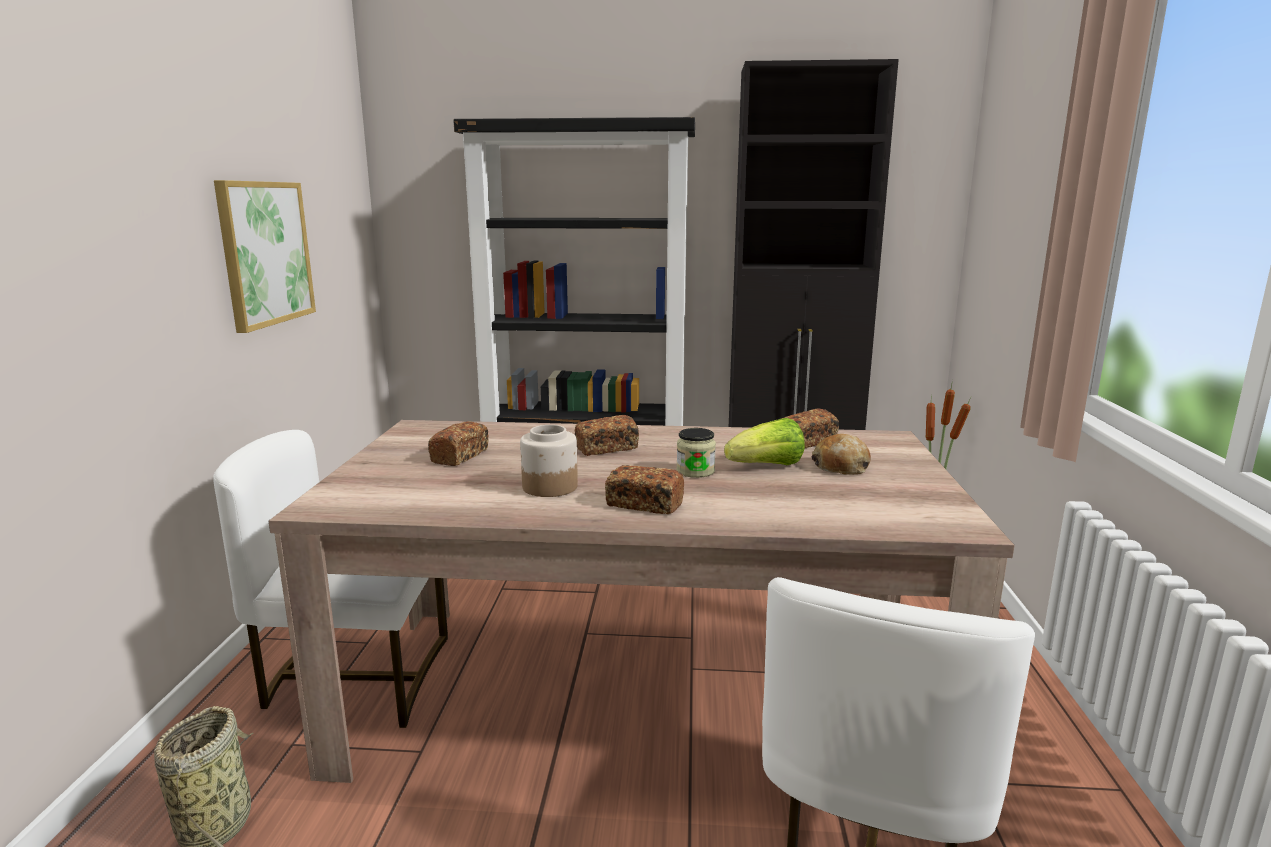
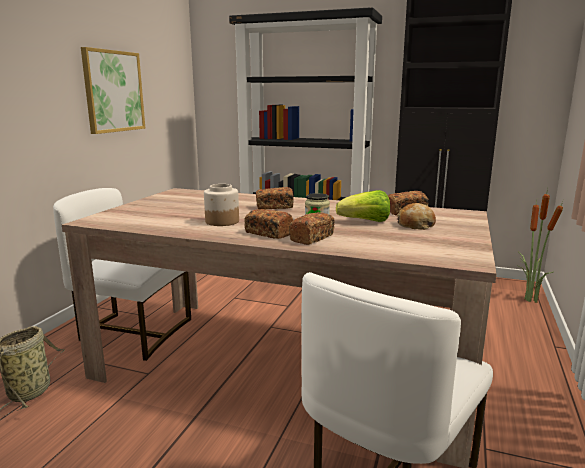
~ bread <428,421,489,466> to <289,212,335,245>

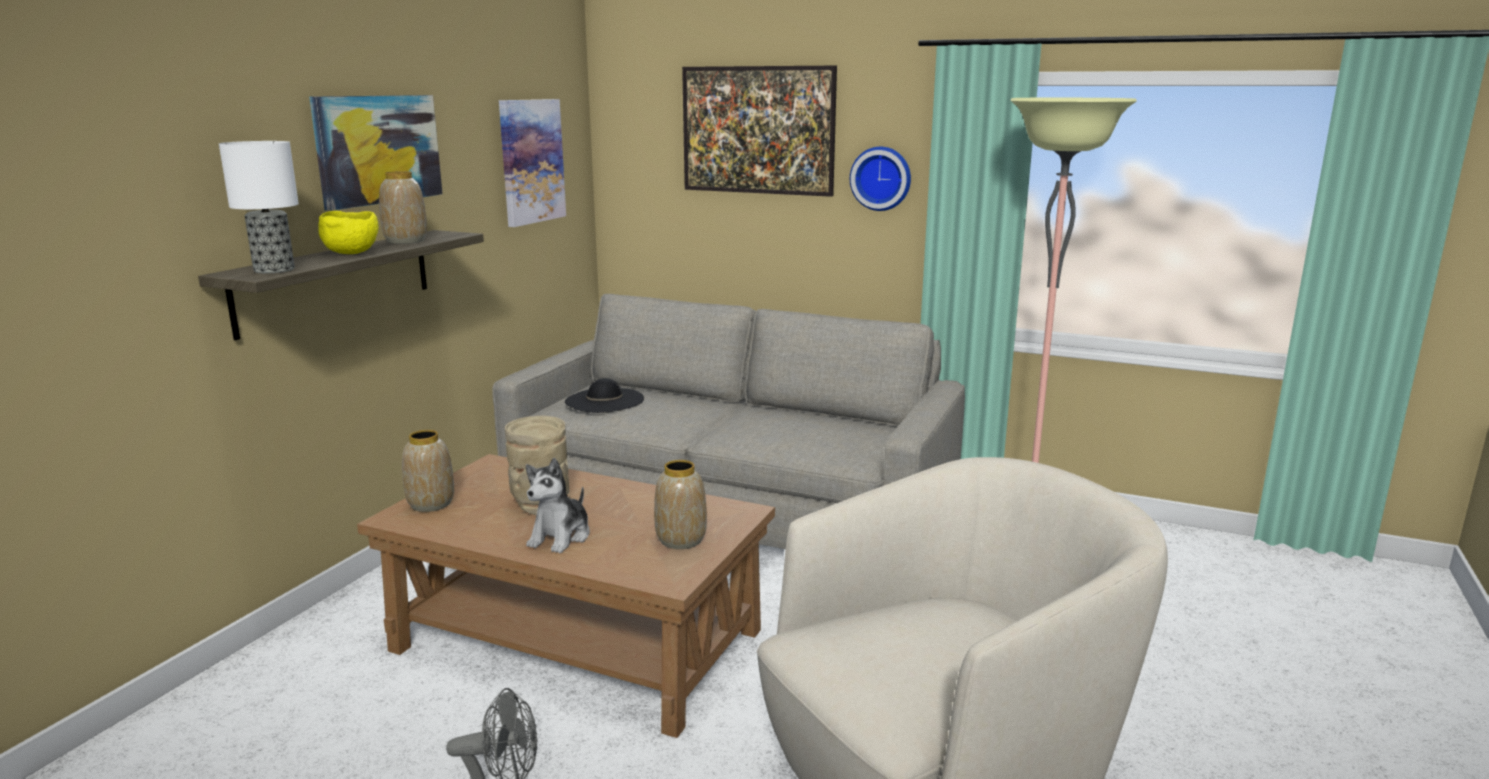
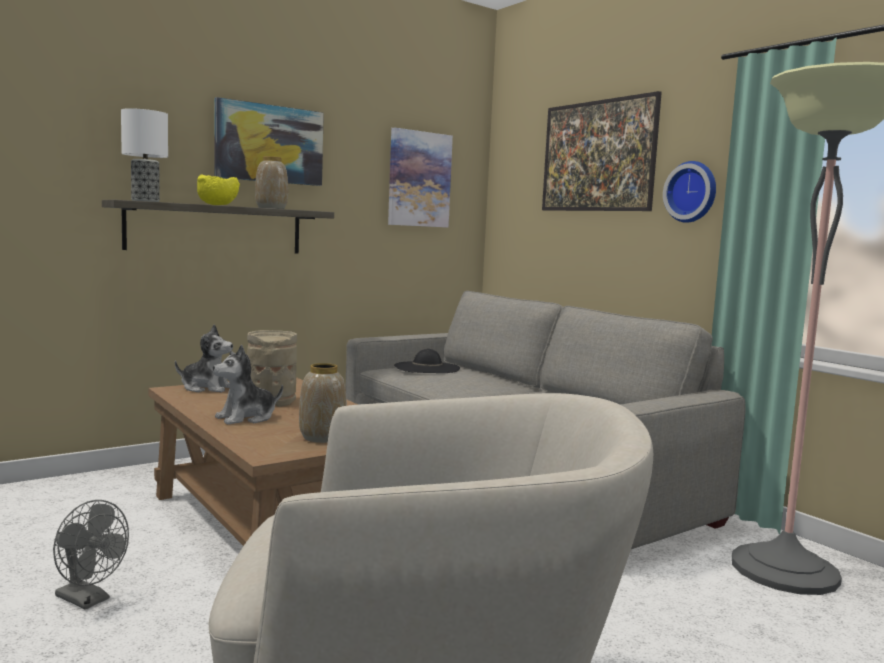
~ vase <402,430,454,512> to plush toy <175,324,233,393>

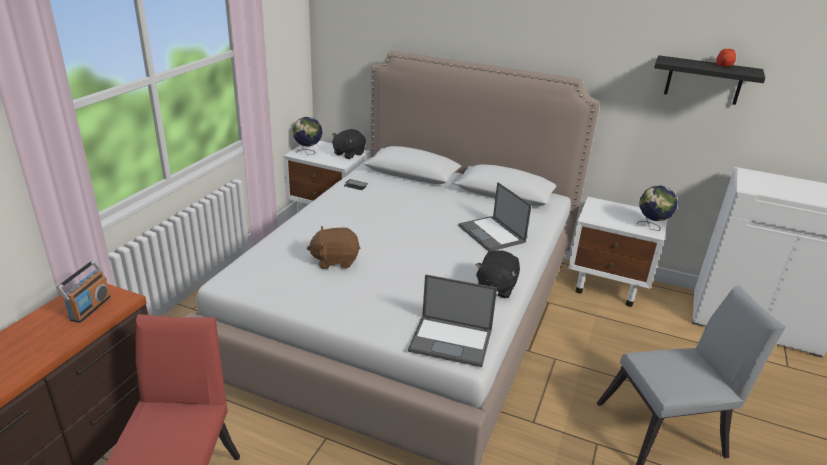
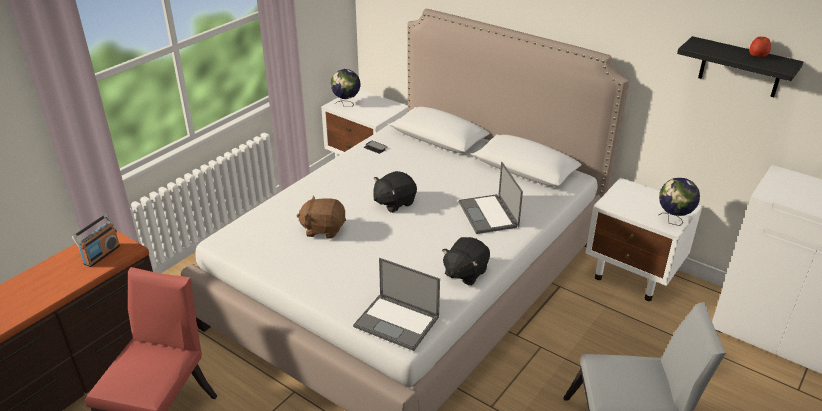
~ black plush toy <332,129,366,159> to <373,171,417,213>

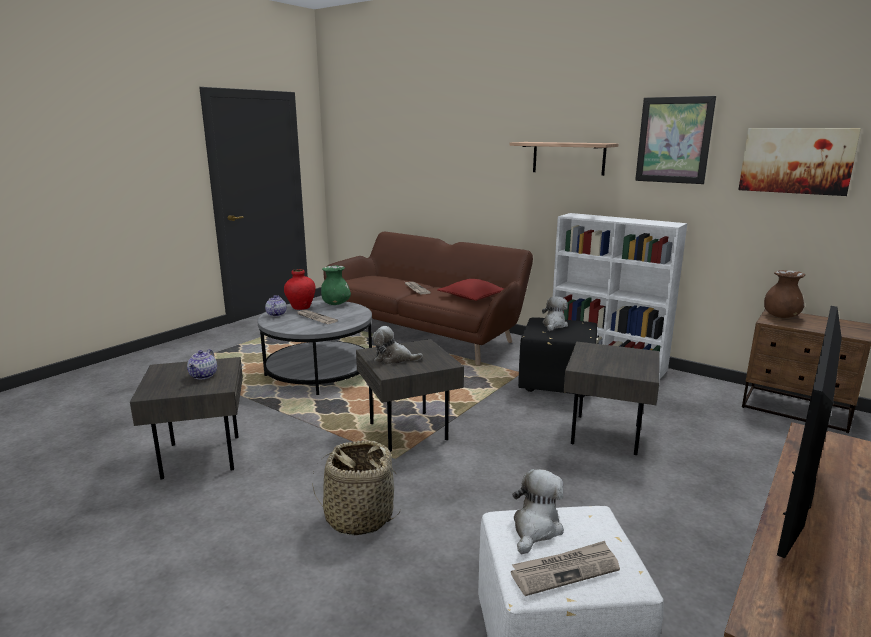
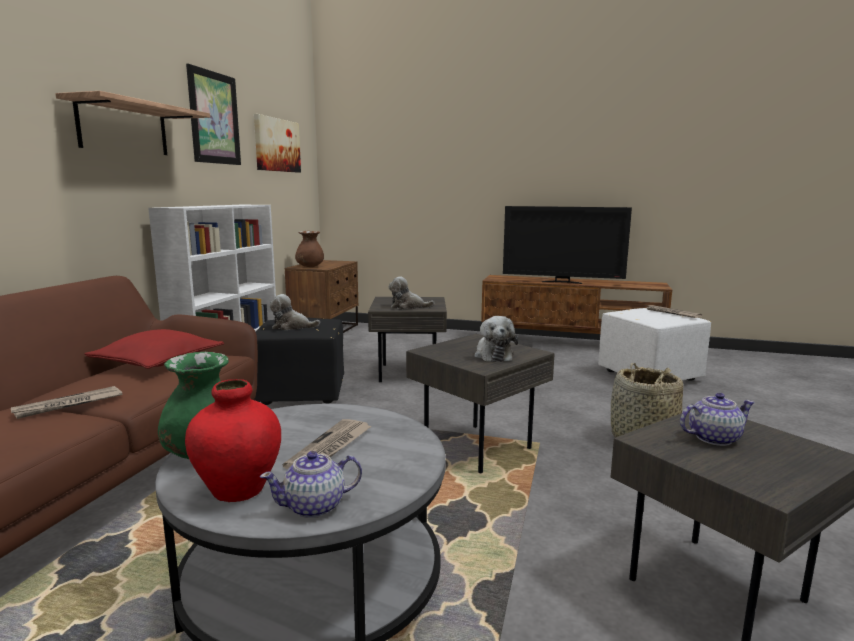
~ plush toy <512,469,564,554> to <389,277,434,309>

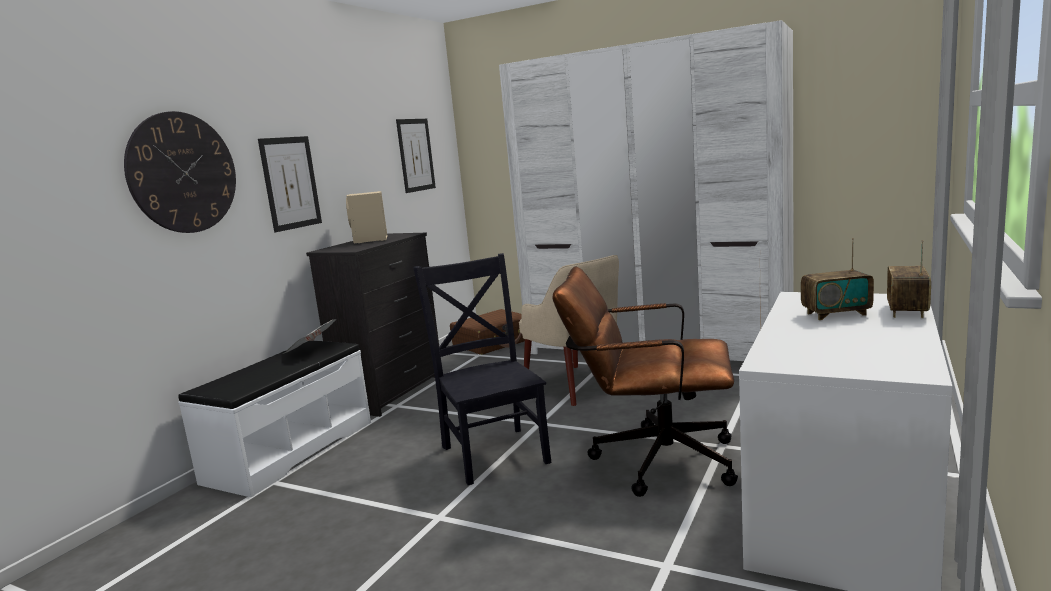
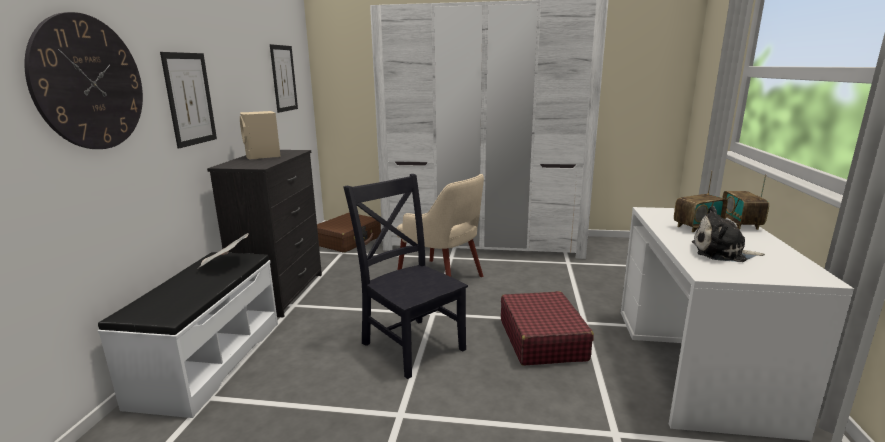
+ plush toy <692,206,765,262>
~ brown office chair <553,266,738,497> to red suitcase <501,291,594,366>

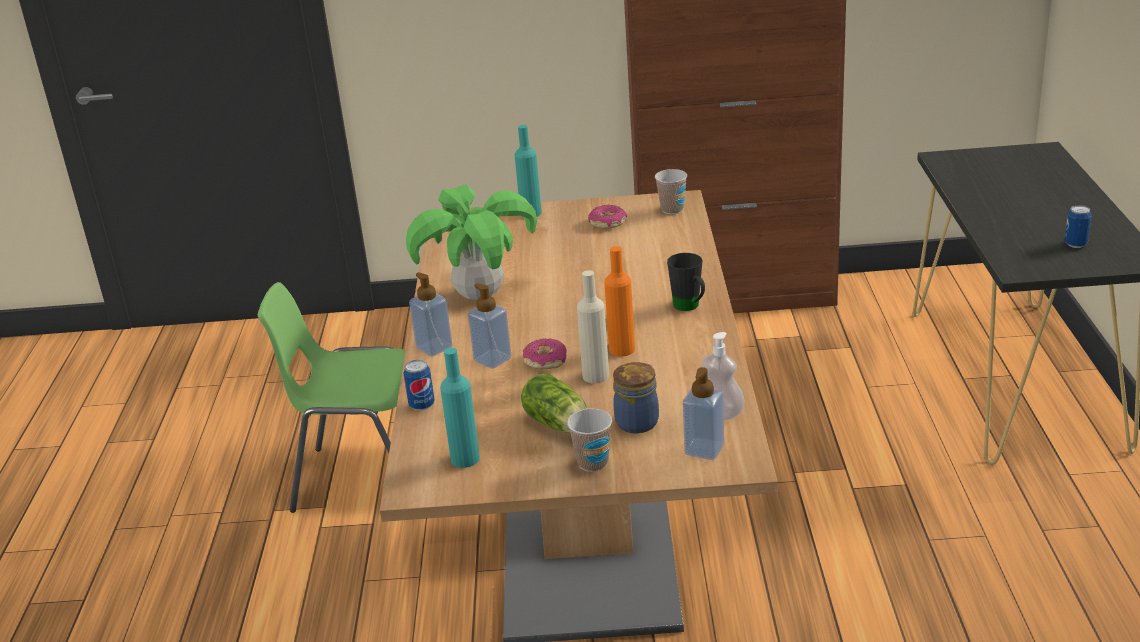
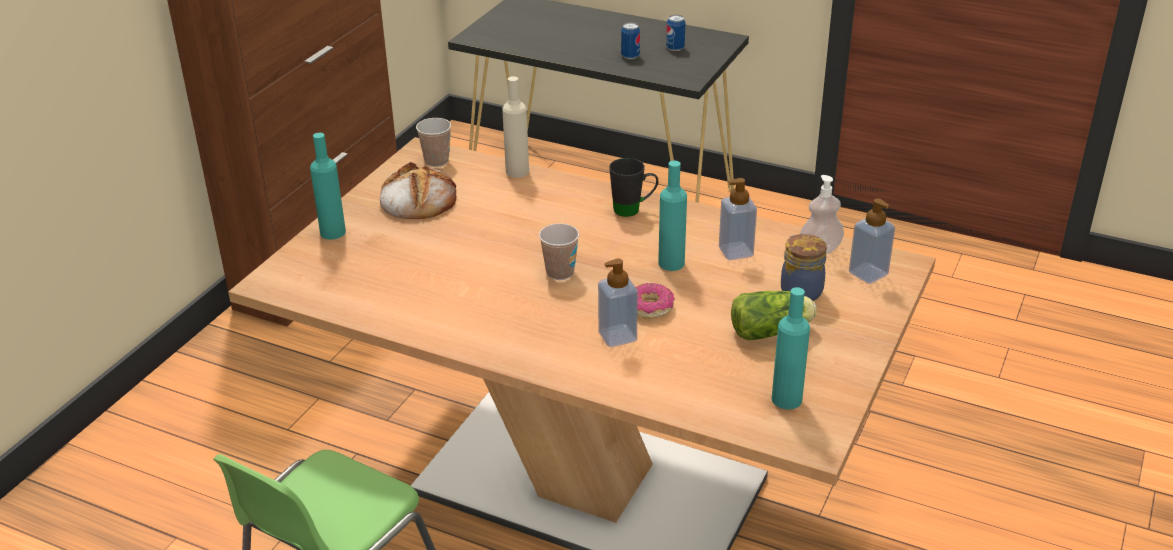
- potted plant <406,184,537,300>
~ can <403,360,435,411> to <621,22,640,59>
~ soap dispenser <409,272,453,356> to <719,178,757,260>
~ cup <567,408,612,472> to <539,223,579,280>
~ beige bottle <577,270,609,383> to <502,76,529,178>
~ donut <588,205,627,229> to bread <380,162,456,219>
~ orange bottle <604,246,635,357> to turquoise bottle <658,161,687,271>

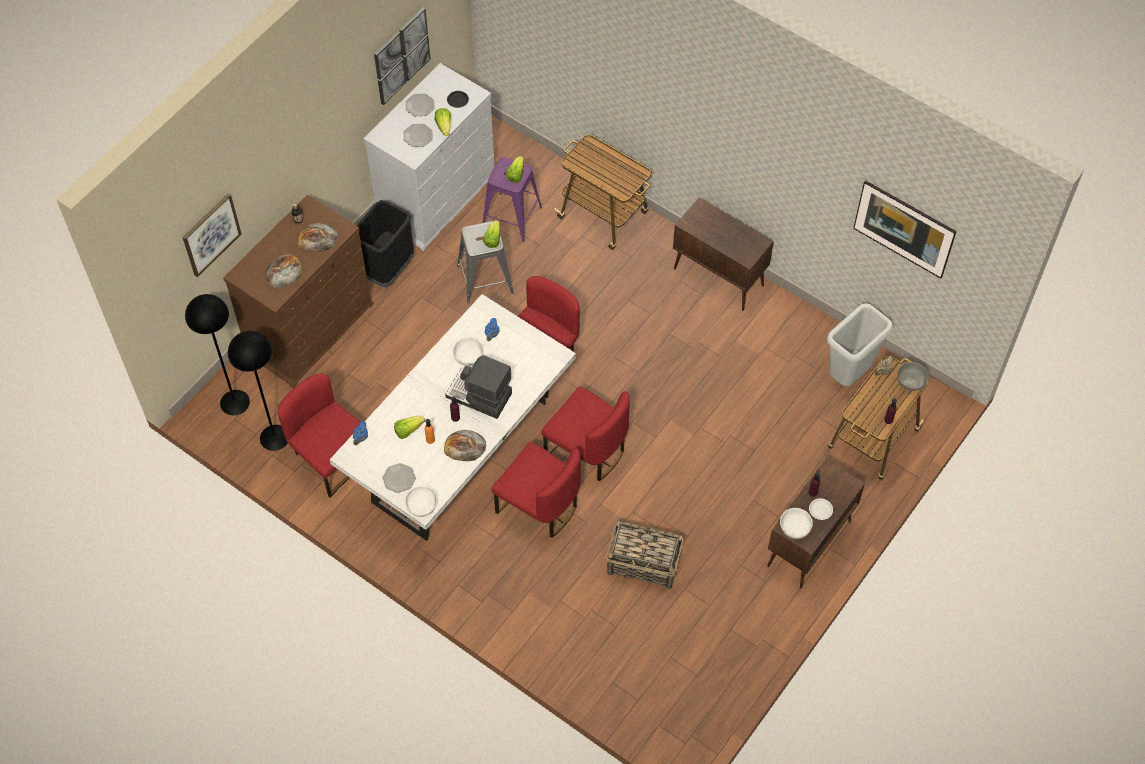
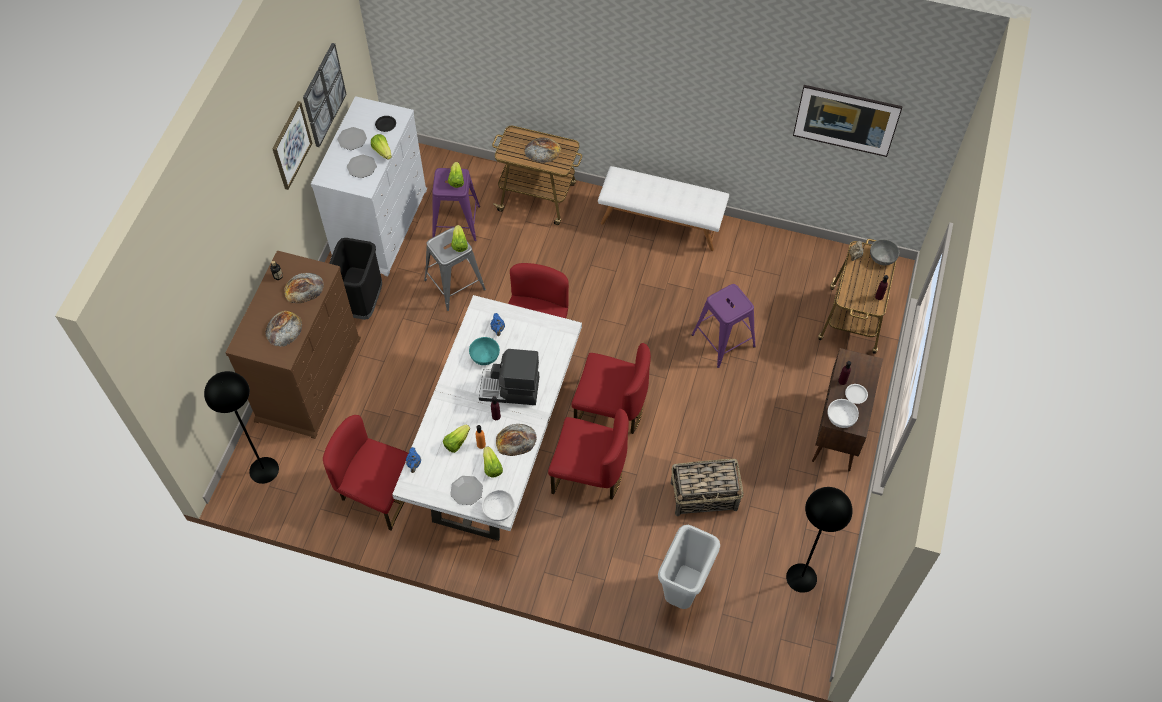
+ lettuce <483,446,503,478>
+ bread <524,137,561,163>
+ purple stool <692,284,756,368>
~ picture <183,193,241,277> to <272,101,312,190>
~ black floor lamp <228,331,288,451> to <786,487,853,593>
~ grey trash can <827,303,893,386> to <658,525,720,609>
~ brown cabinet <673,198,774,311> to white bench <598,166,729,251>
~ white bowl <453,337,484,366> to turquoise bowl <469,337,500,365>

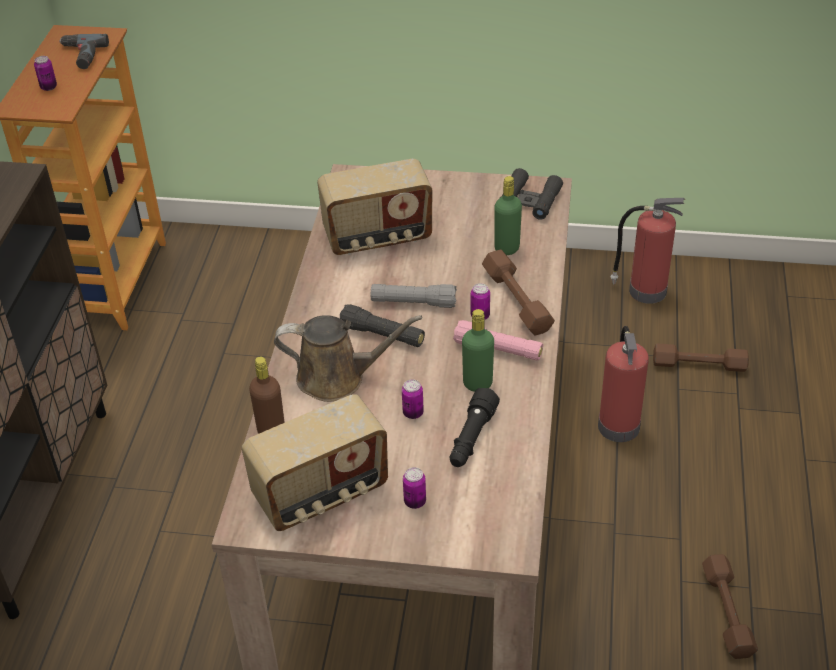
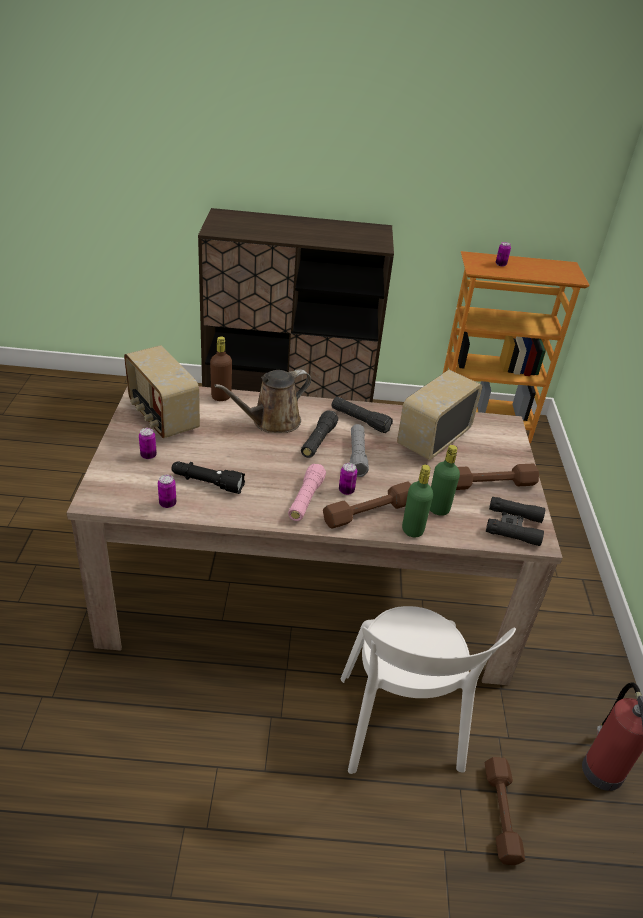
- power drill <59,34,109,69>
+ black flashlight <332,397,393,433>
~ can <402,379,424,419> to <158,475,176,508>
~ green bottle <462,309,494,392> to <402,465,433,538>
~ brown dumbbell <702,554,758,659> to <456,464,539,490>
~ fire extinguisher <598,326,649,442> to white chair <341,606,516,774>
~ brown watering can <274,315,422,402> = <214,369,311,433> 60 degrees clockwise
~ radio <317,159,432,255> = <397,370,483,460> 60 degrees clockwise

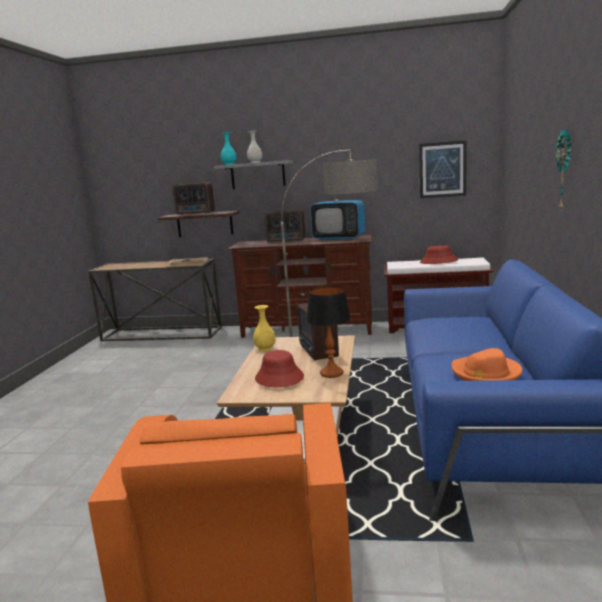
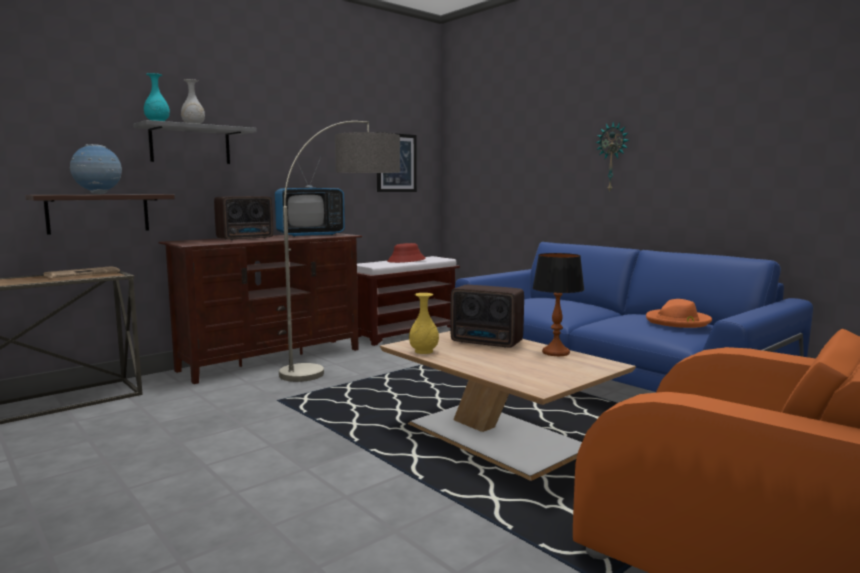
- red hat <255,350,304,387>
~ radio <173,183,215,215> to globe <70,144,122,194>

